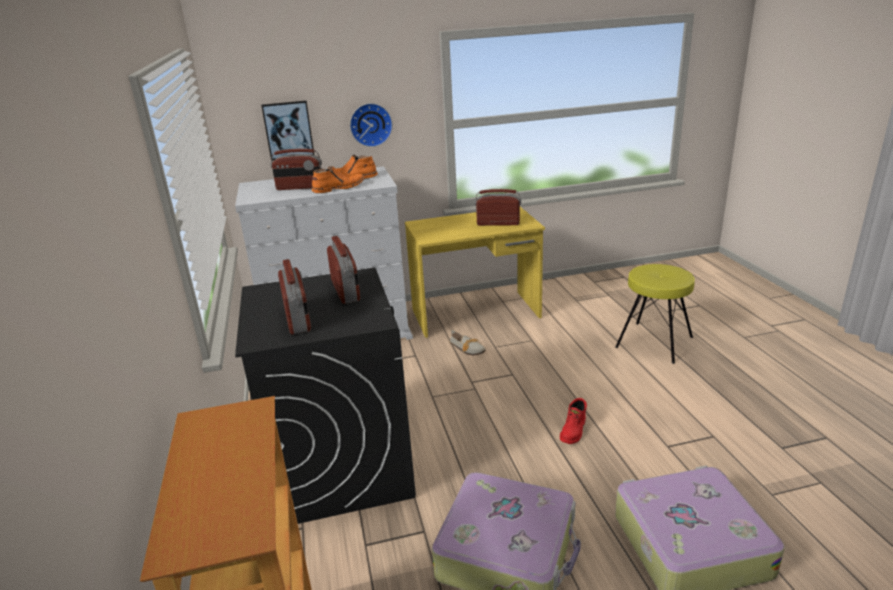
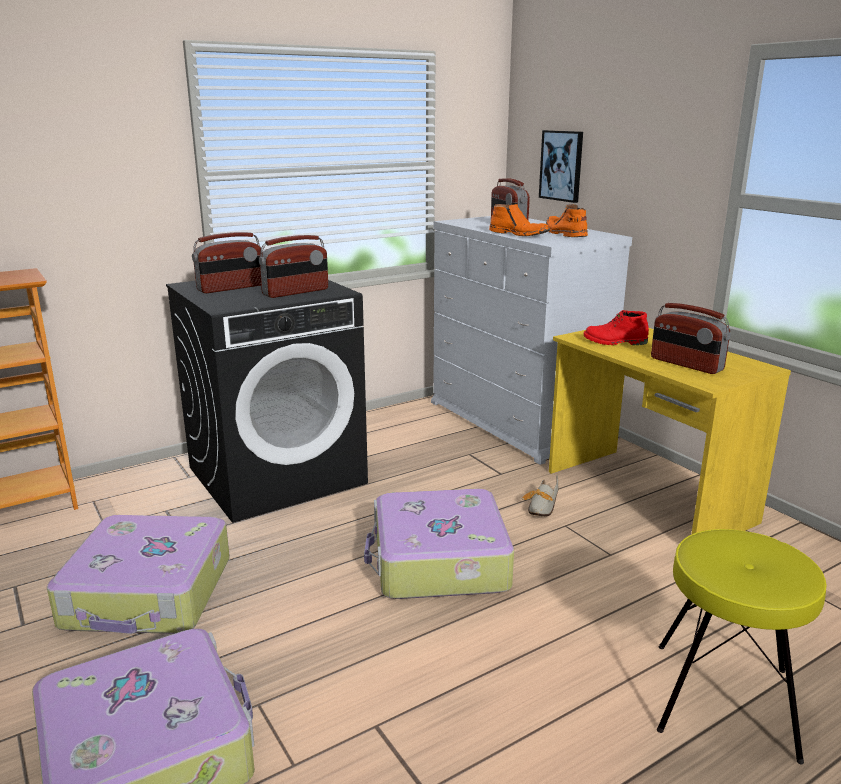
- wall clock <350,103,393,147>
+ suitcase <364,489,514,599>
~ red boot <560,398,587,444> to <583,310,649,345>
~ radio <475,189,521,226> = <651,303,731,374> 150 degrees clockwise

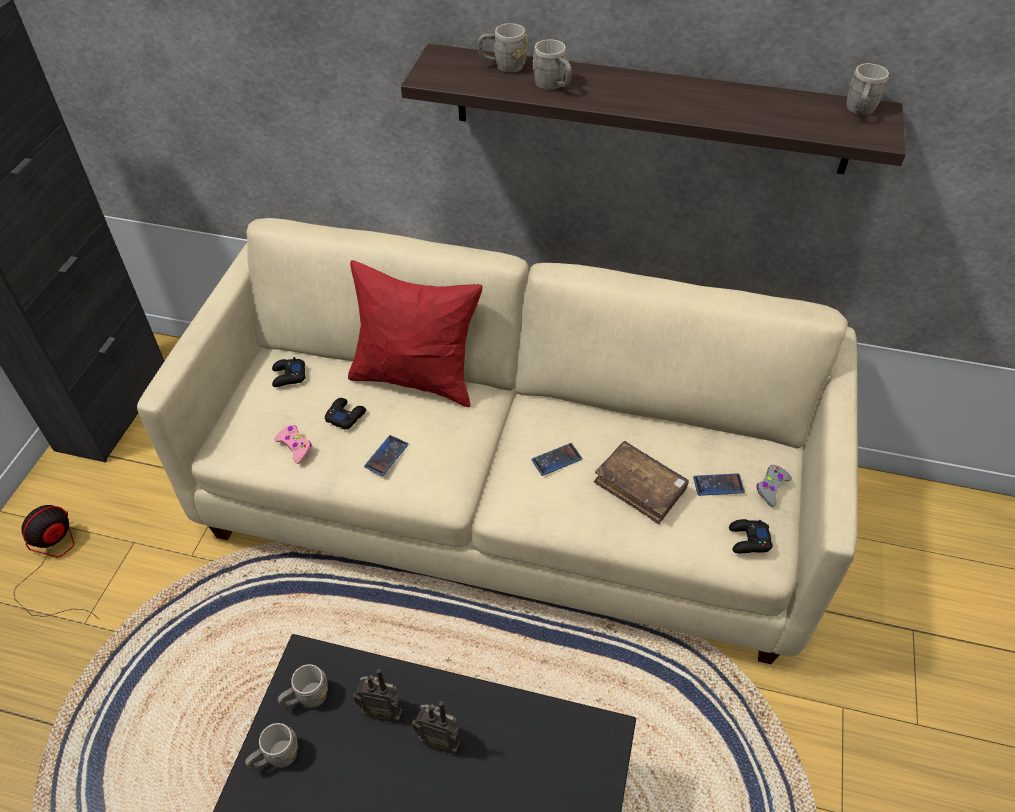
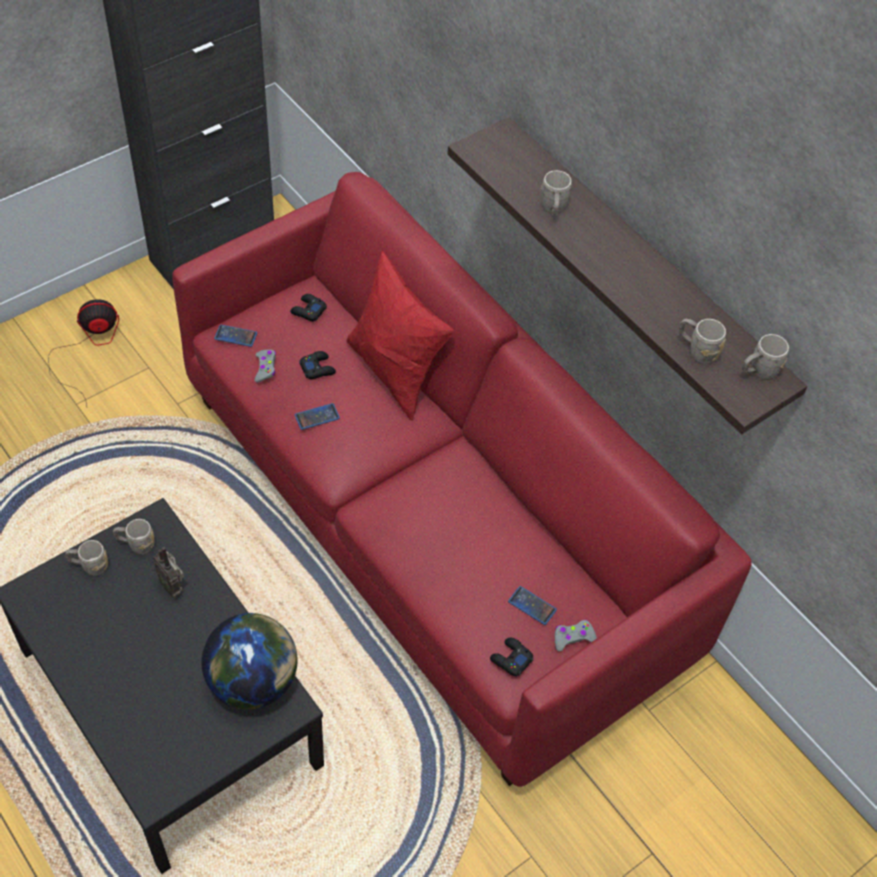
- radio <412,701,460,753>
- brown book <594,441,689,524>
+ globe <201,613,297,710>
~ grey mug <478,23,528,73> to <679,319,726,364>
~ phone <532,443,582,476> to <214,325,257,347>
~ beige sofa <137,218,858,664> to red sofa <172,172,752,787>
~ pink game controller <274,425,312,464> to grey game controller <255,349,276,382>

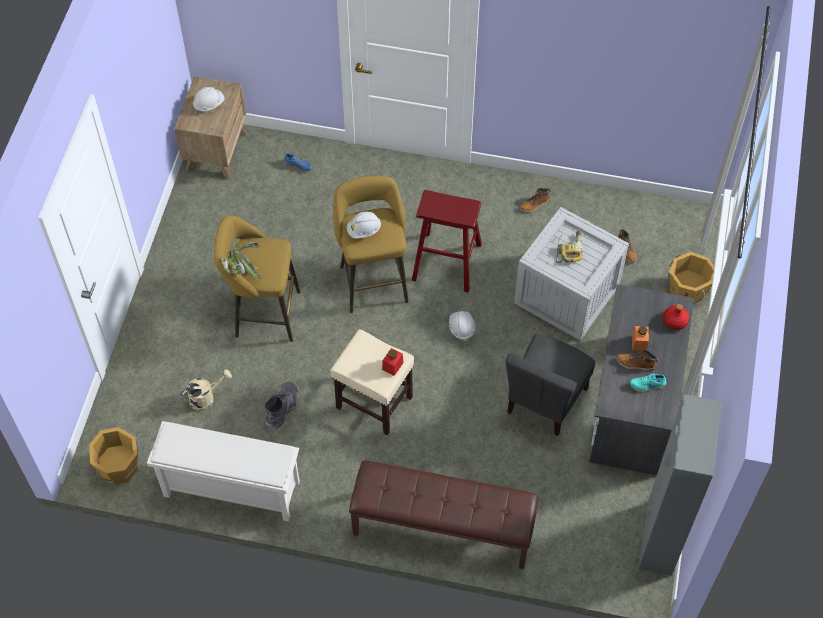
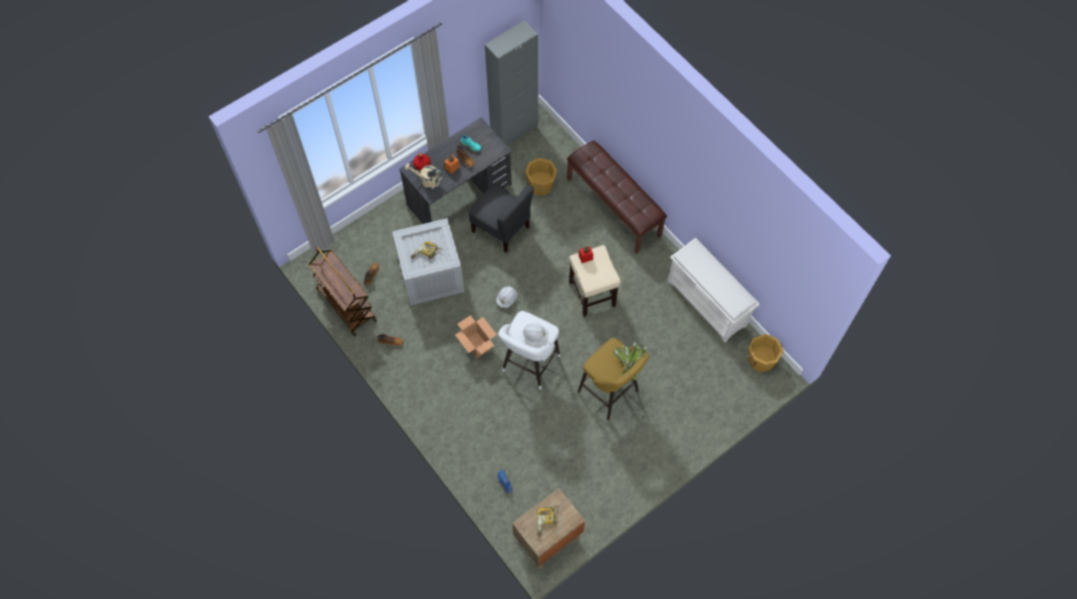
- grey boot <265,381,299,429>
+ brown cart <309,247,377,336>
~ beige watering can <181,370,232,411> to <405,163,443,189>
~ orange bucket <667,252,714,304> to <525,158,557,196>
~ white hard hat <193,87,225,112> to power drill <537,506,559,537>
~ red stool <412,190,482,292> to cardboard box <455,315,497,358>
~ yellow stool <333,176,409,313> to white stool <498,311,560,390>
~ grey chair <506,334,595,436> = <468,183,534,253> 60 degrees clockwise

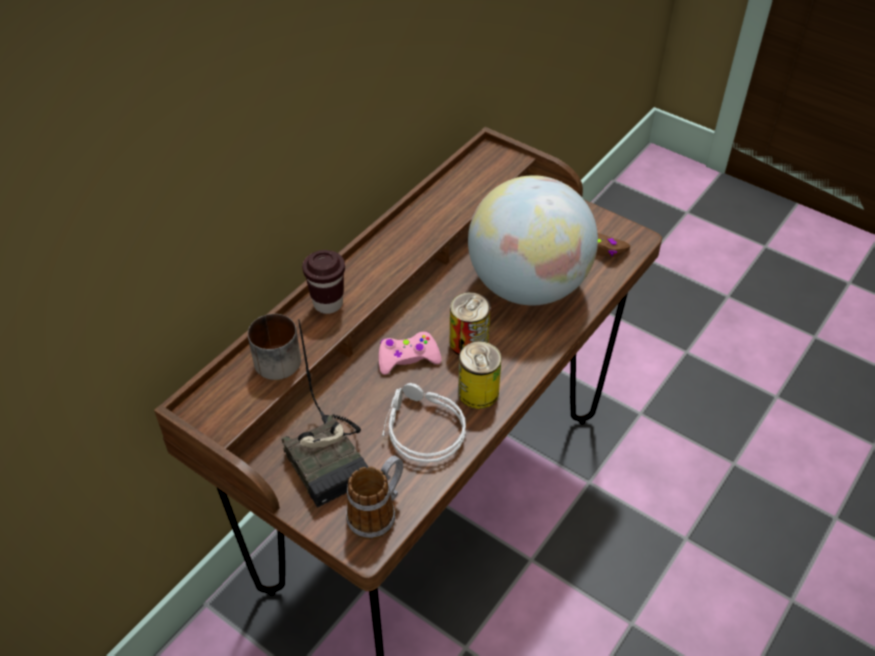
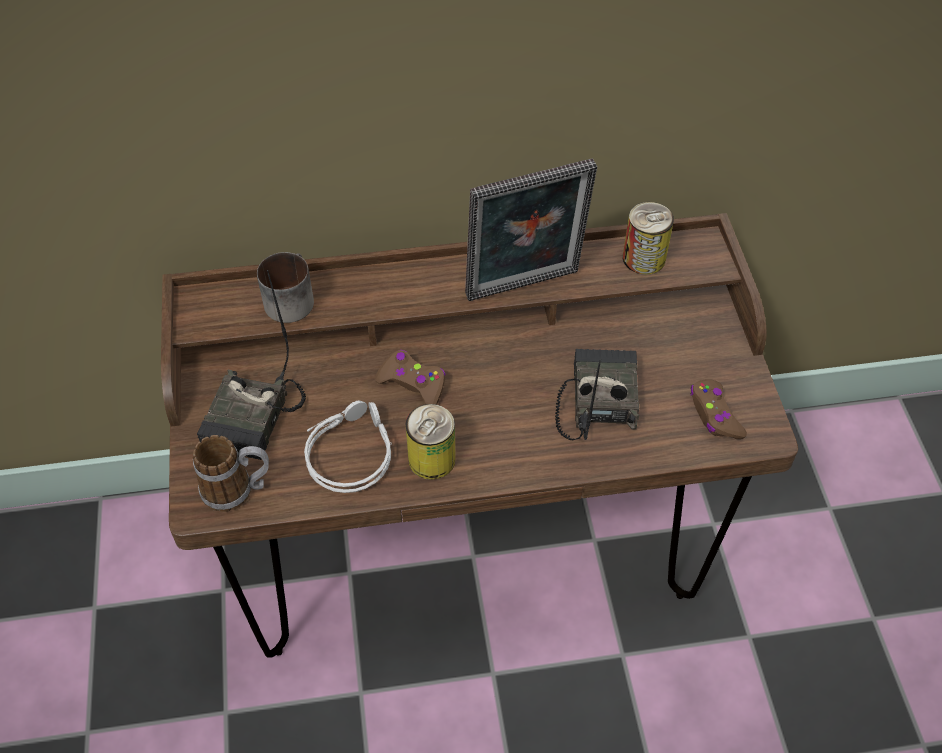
- brown cup <302,250,345,314>
+ picture frame <465,159,597,301>
~ can <450,292,491,355> to <623,202,674,275>
~ globe <468,175,598,305> to radio <555,349,639,440>
~ pink game controller <379,332,441,375> to brown game controller <375,350,446,405>

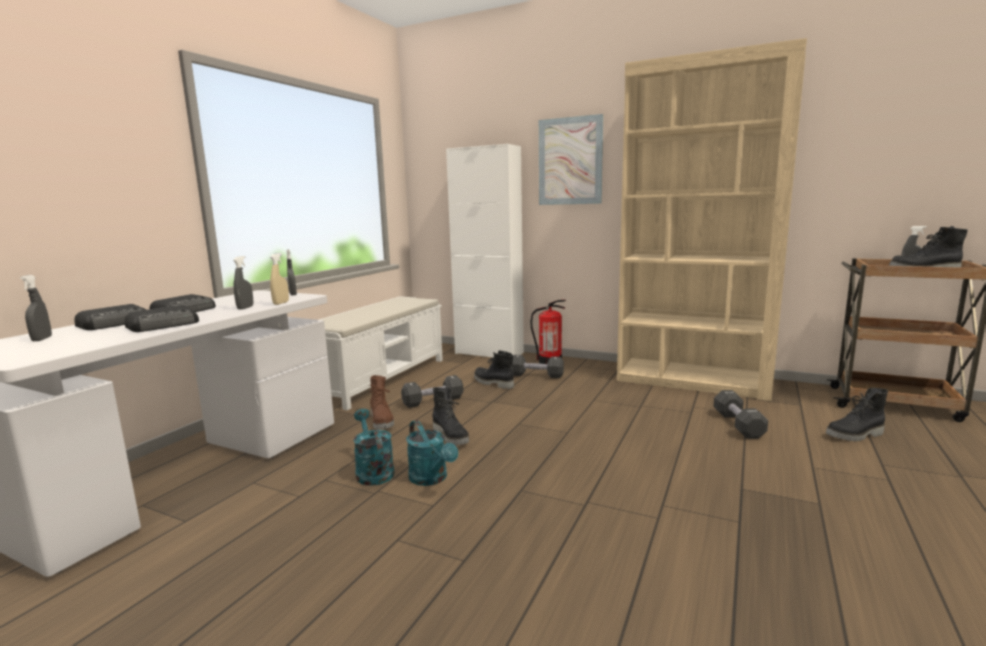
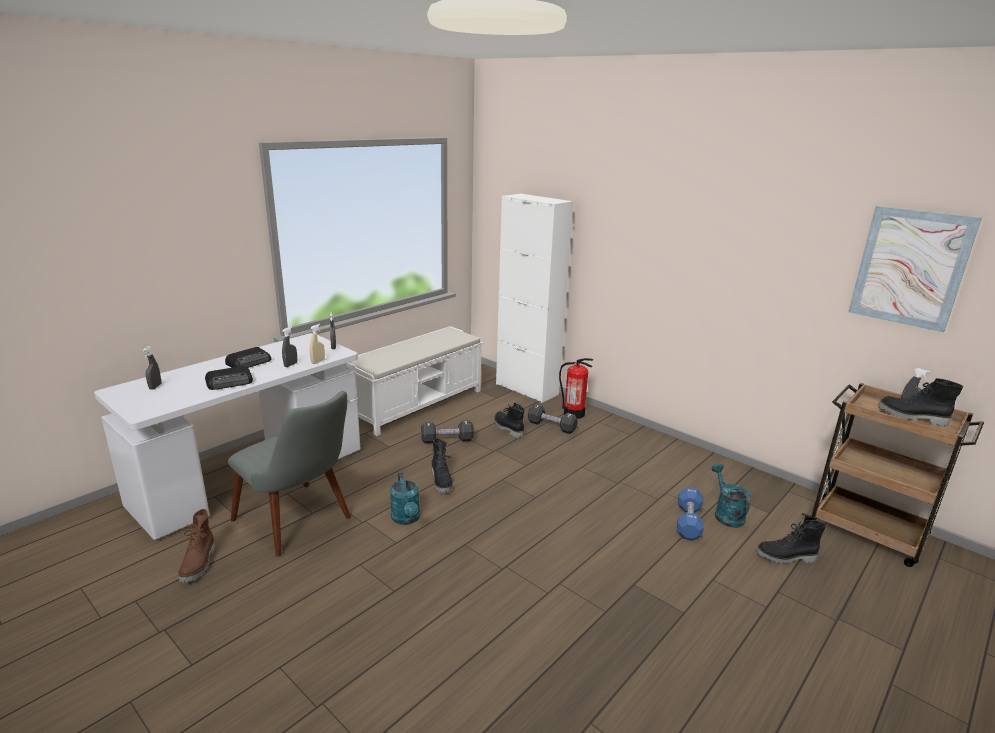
- radio <74,304,146,330>
- beige bookcase <617,38,807,401>
+ grey chair <228,391,351,557>
~ turquoise watering can <353,409,394,486> to <711,464,751,528>
~ brown boot <369,375,394,429> to <178,509,215,583>
~ picture <539,114,603,205> to <848,206,982,332>
~ black dumbbell <713,390,768,439> to blue dumbbell <677,487,704,541>

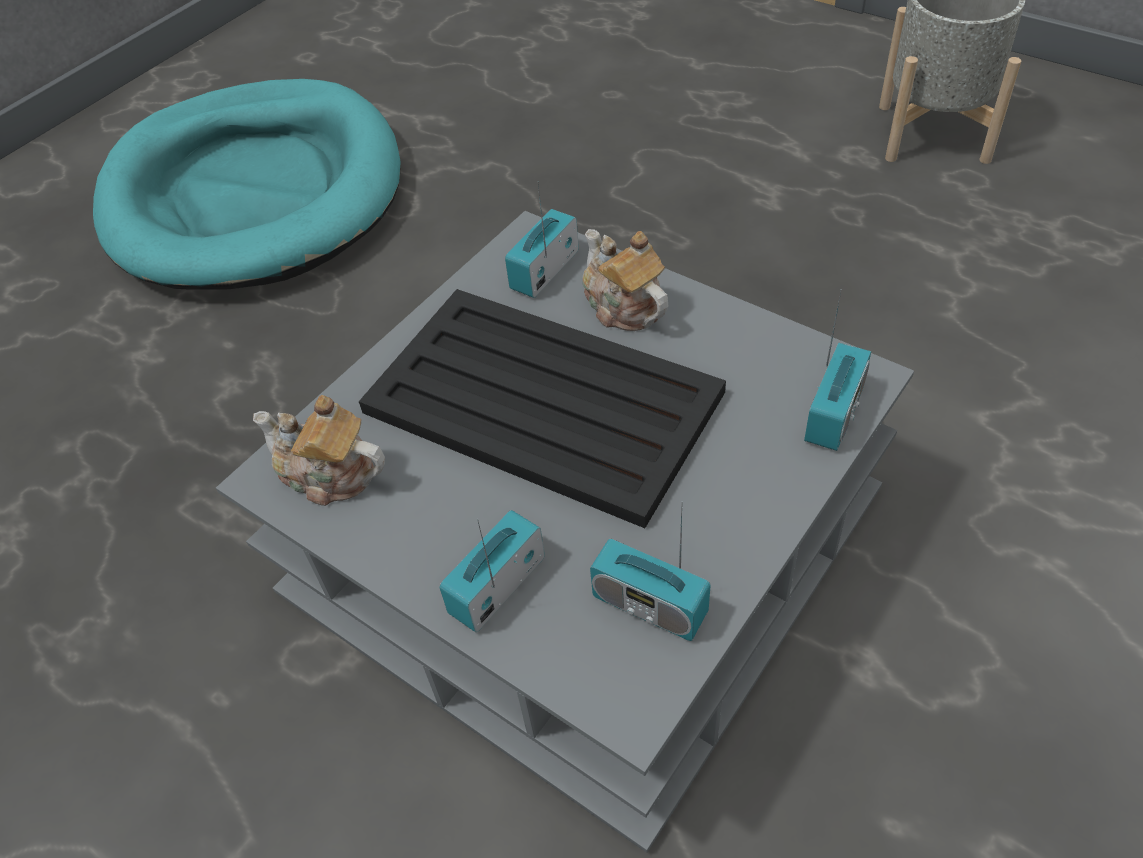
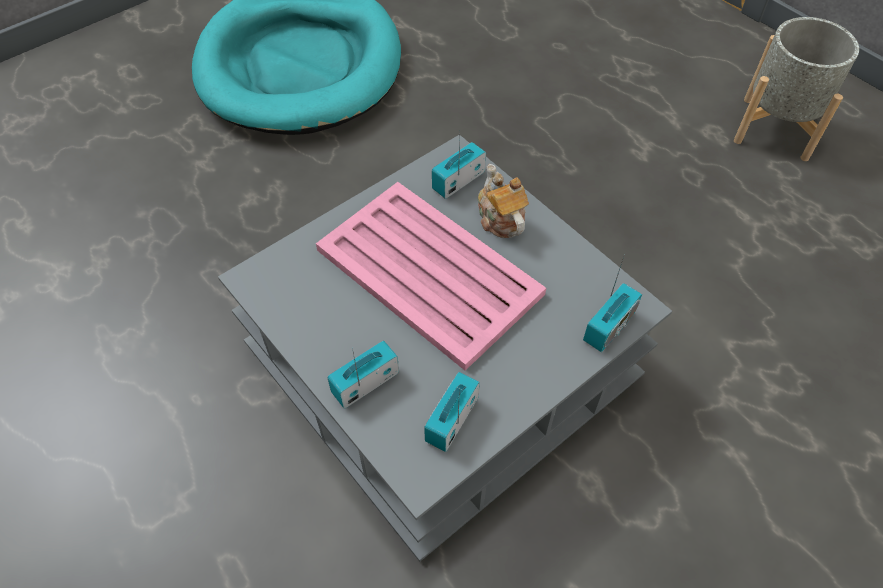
- teapot <253,395,385,506>
~ black tray <359,289,726,528> to pink tray <316,182,546,371>
~ radio <590,501,711,641> = <424,372,480,452> 75 degrees clockwise

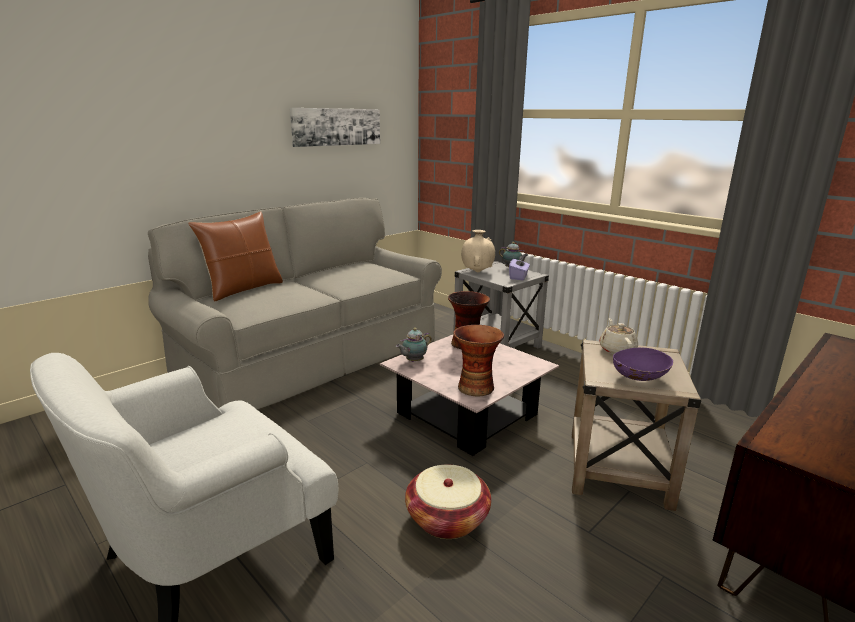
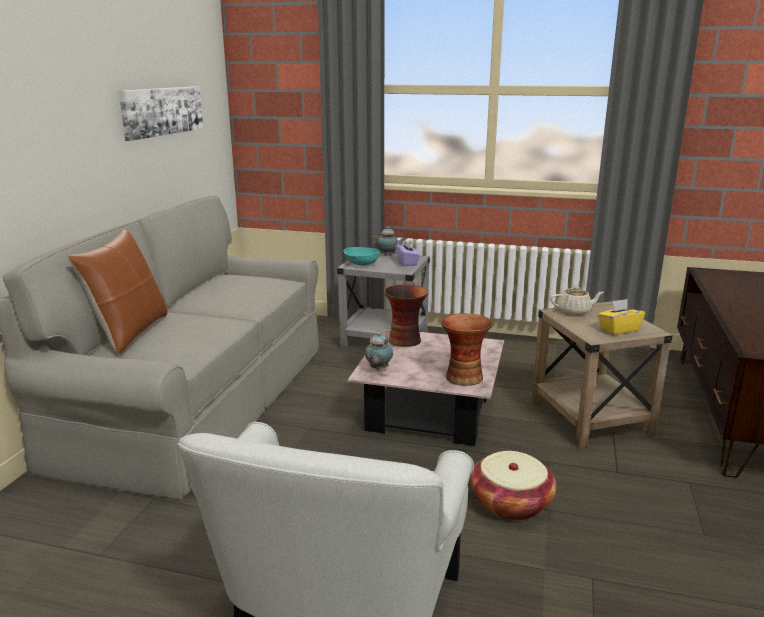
~ beige vase <461,230,495,272> to turquoise bowl <344,247,379,266>
~ purple bowl <613,348,673,381> to yellow tissue box <598,299,645,335>
~ beige teapot <599,318,638,354> = <550,286,604,315> 120 degrees clockwise

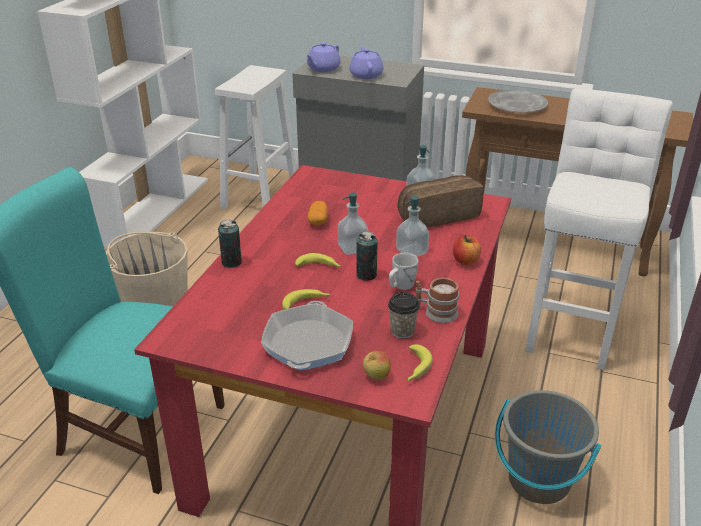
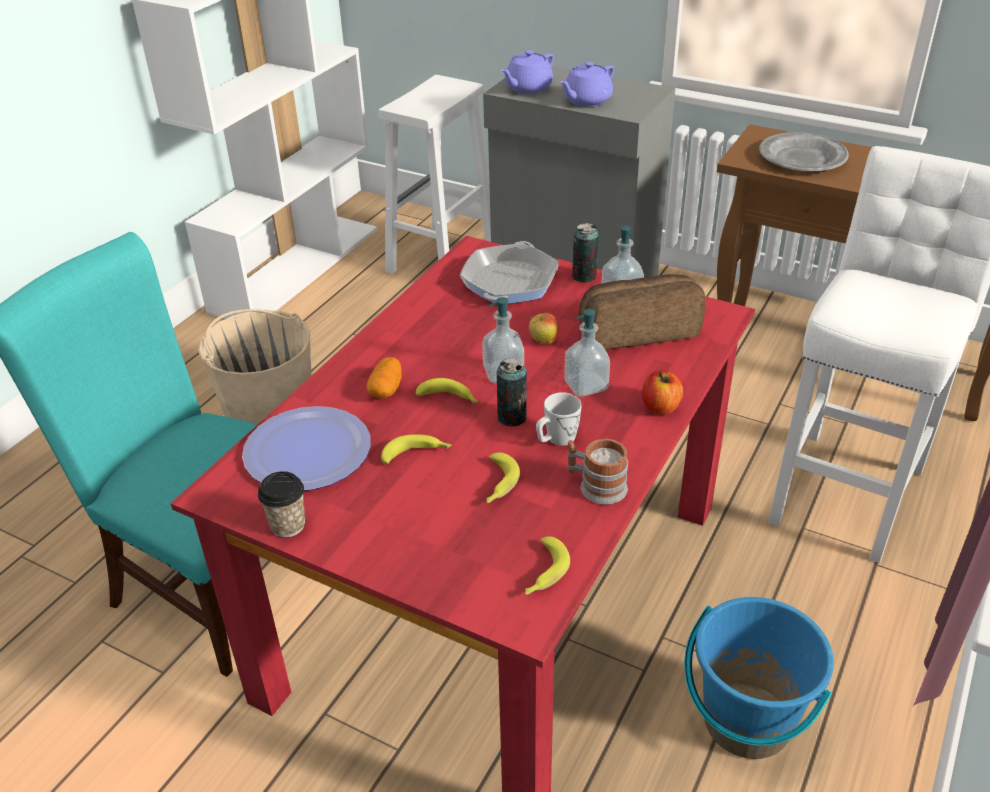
+ plate <242,406,371,491>
+ banana <486,452,520,503>
~ can <218,220,242,268> to <572,223,599,283>
~ frying pan <261,301,353,371> to <460,241,559,304>
~ potato <307,201,328,225> to <367,357,402,398>
~ apple <363,351,391,380> to <529,313,559,344>
~ cup <388,292,420,339> to <258,471,305,537>
~ grey bucket <495,390,601,504> to blue bucket <684,597,834,759>
~ purple teapot <349,46,384,79> = <559,62,614,106> 135 degrees counterclockwise

